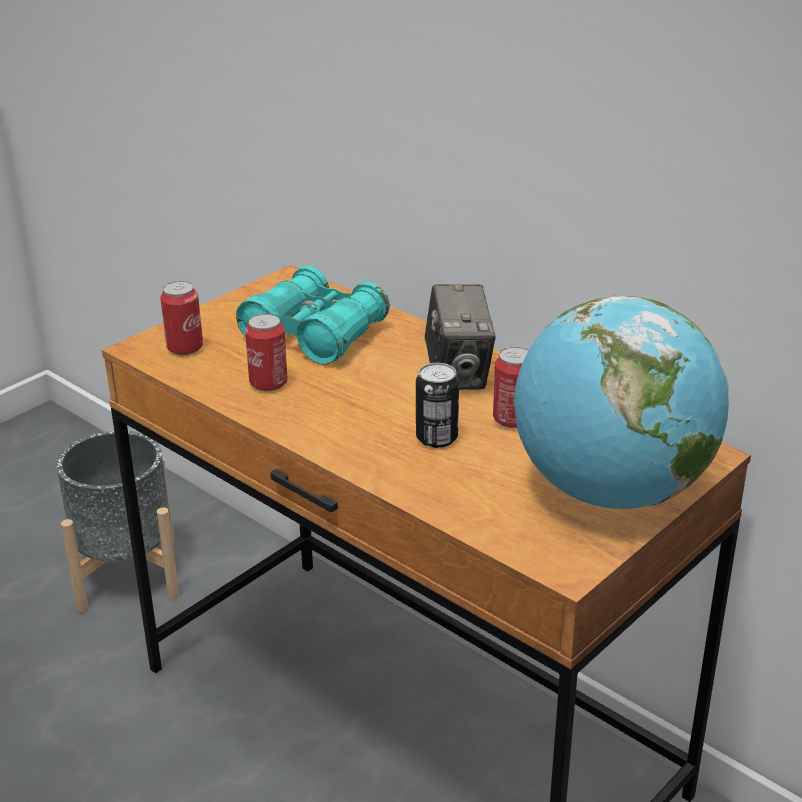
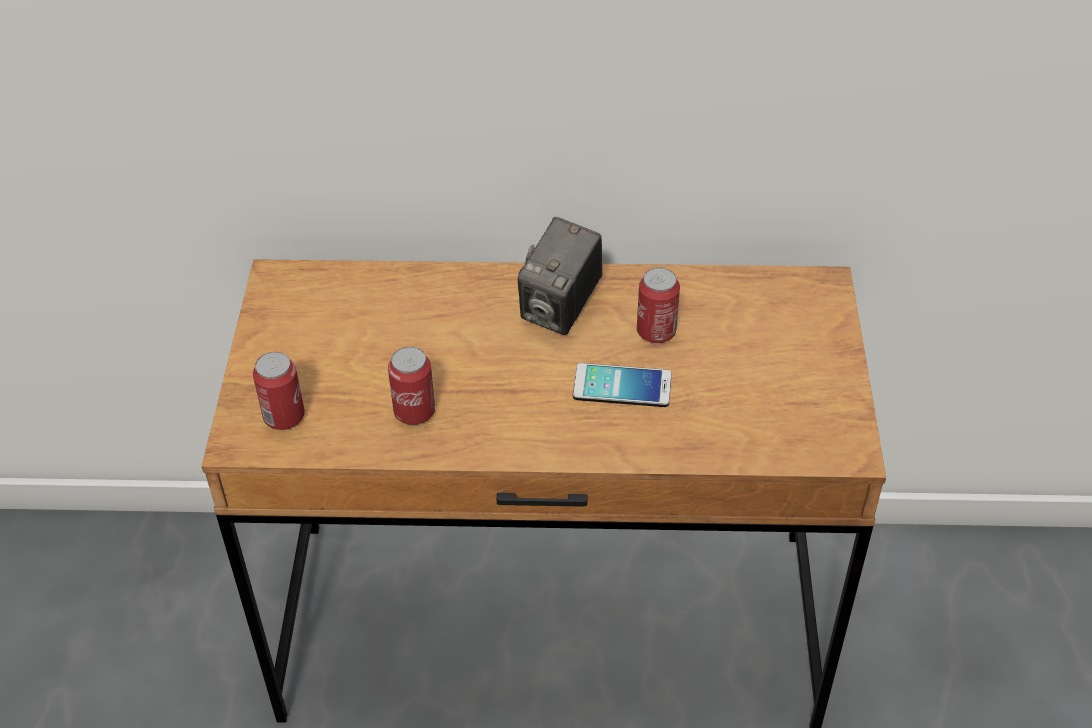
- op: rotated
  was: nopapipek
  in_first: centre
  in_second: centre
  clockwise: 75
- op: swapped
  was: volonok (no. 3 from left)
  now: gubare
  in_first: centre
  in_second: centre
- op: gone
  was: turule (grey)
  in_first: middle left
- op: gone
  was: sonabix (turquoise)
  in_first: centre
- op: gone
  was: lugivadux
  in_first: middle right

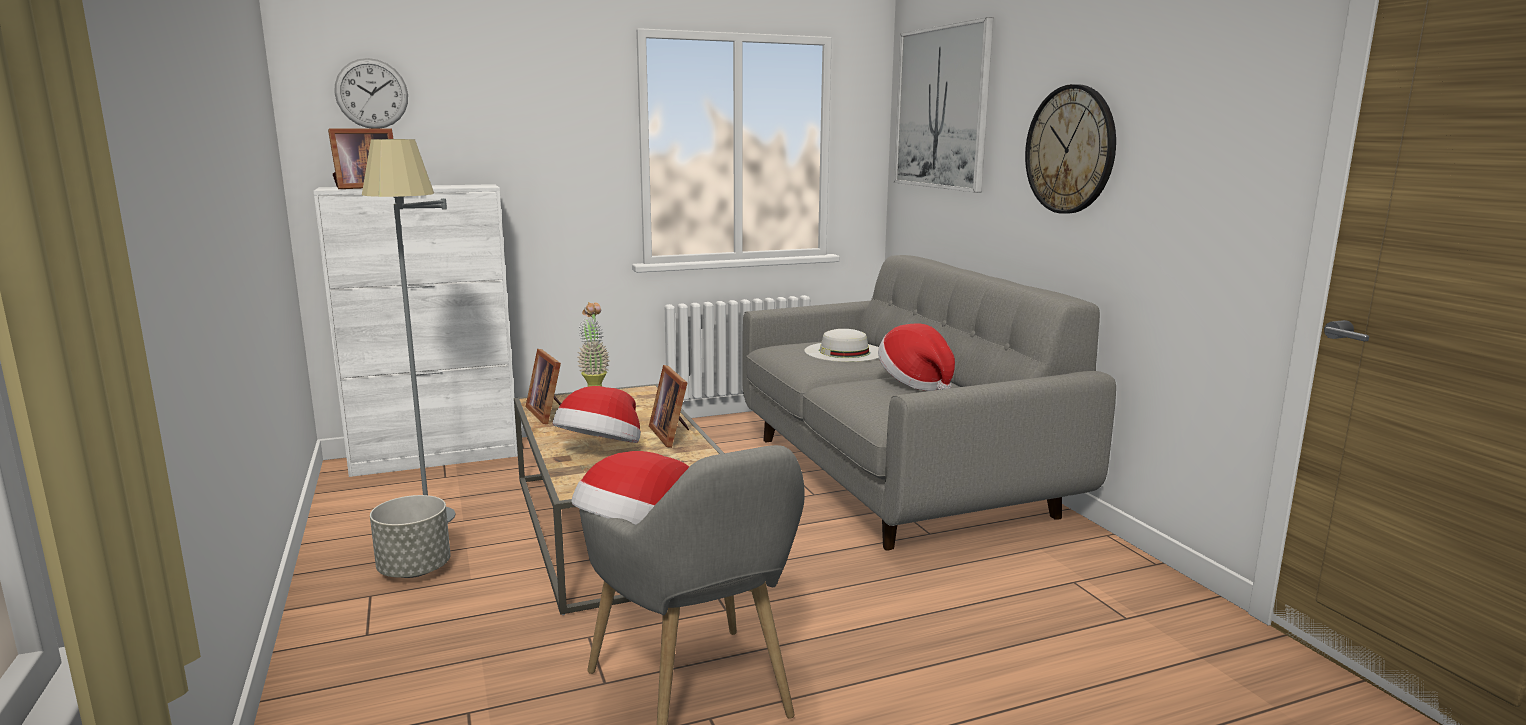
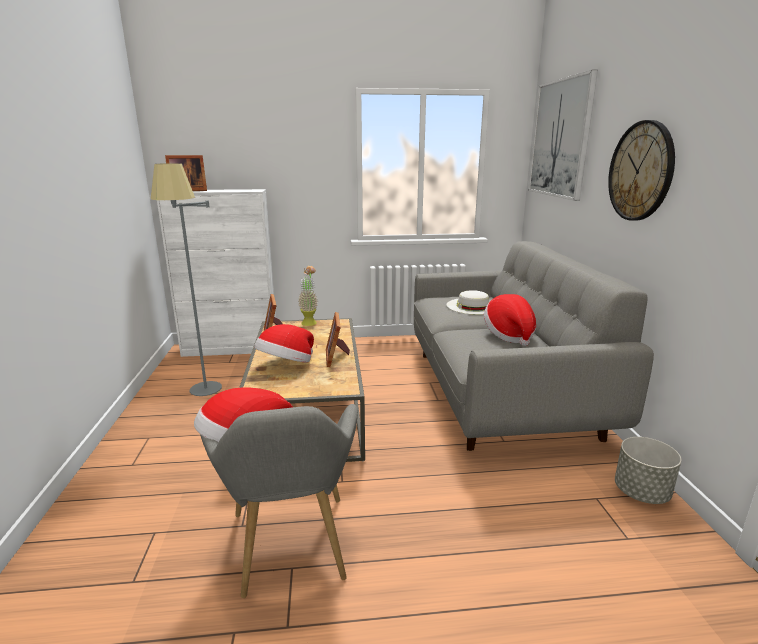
- op: shifted
  was: turule (grey)
  in_first: bottom left
  in_second: bottom right
- op: gone
  was: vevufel (no. 1 from left)
  in_first: top left

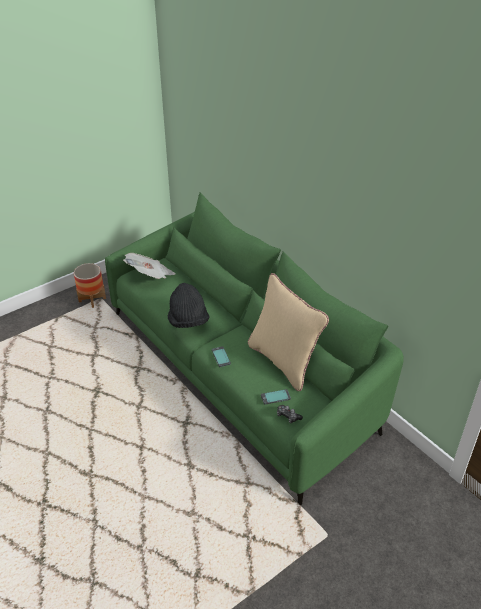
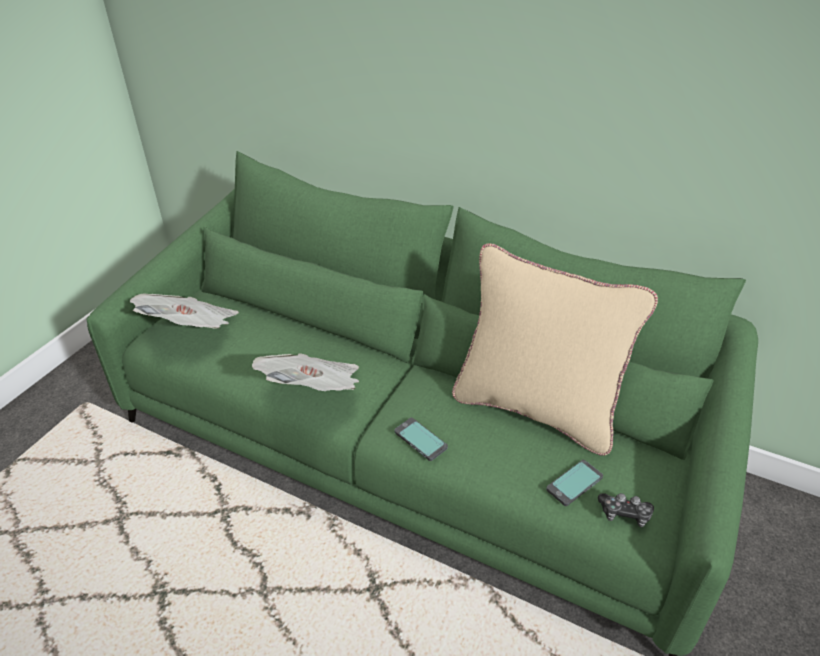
- op: swapped
  was: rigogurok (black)
  now: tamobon (no. 2 from left)
  in_first: centre
  in_second: centre
- op: gone
  was: turule
  in_first: middle left

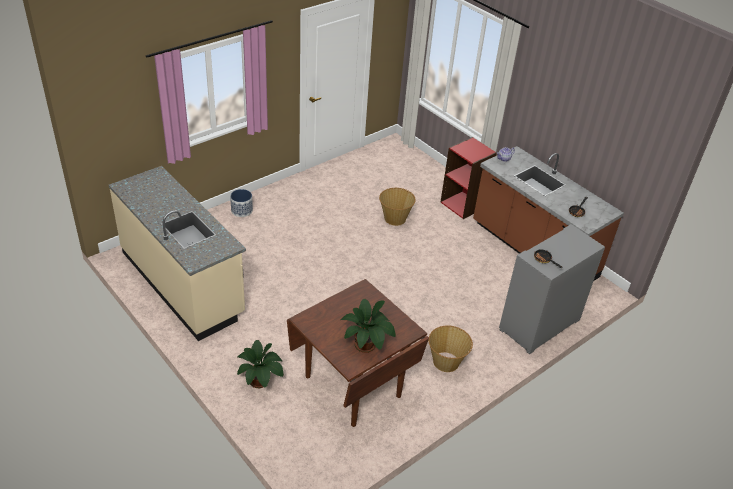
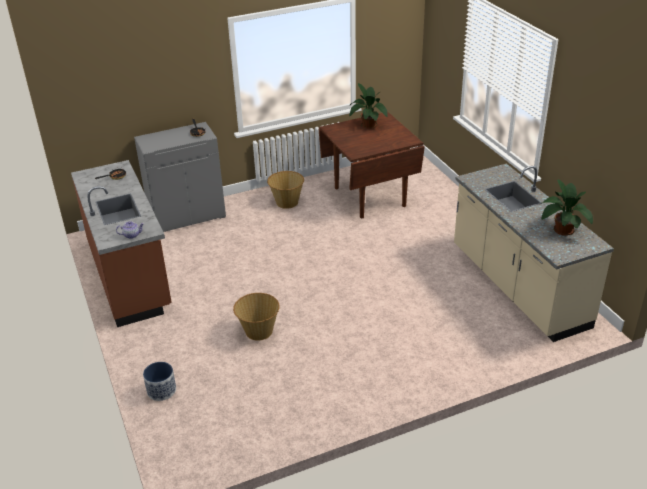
- op: shifted
  was: turule
  in_first: middle left
  in_second: bottom left
- op: shifted
  was: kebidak (no. 1 from left in the first image)
  now: kebidak (no. 2 from left)
  in_first: bottom centre
  in_second: middle right
- op: gone
  was: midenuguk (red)
  in_first: centre

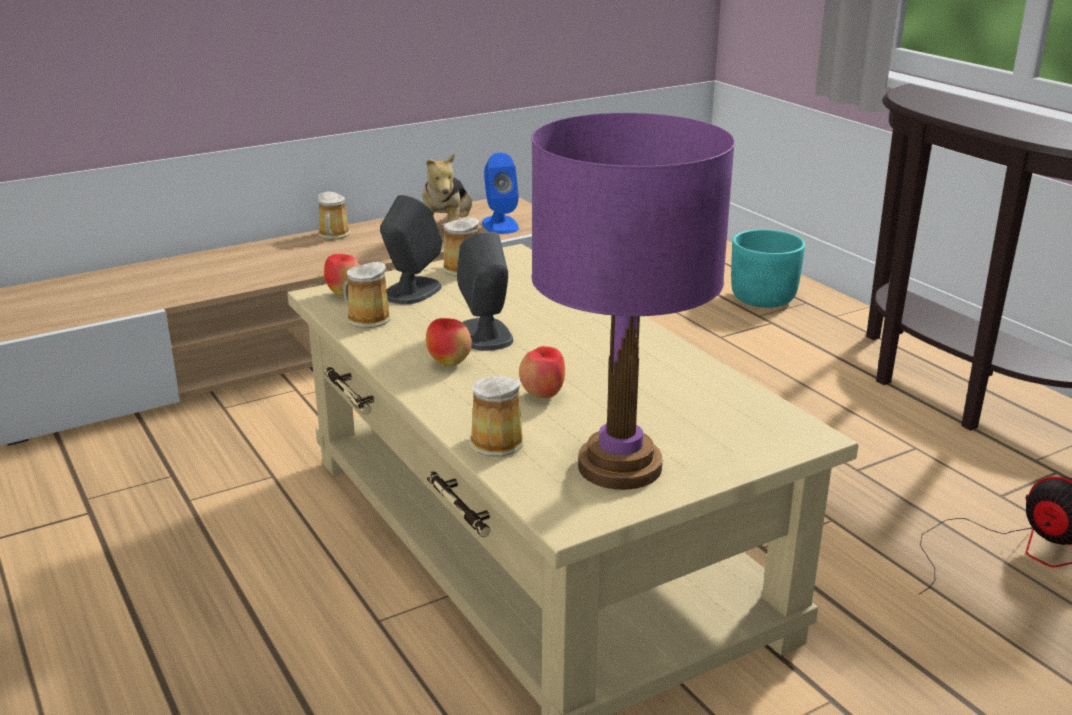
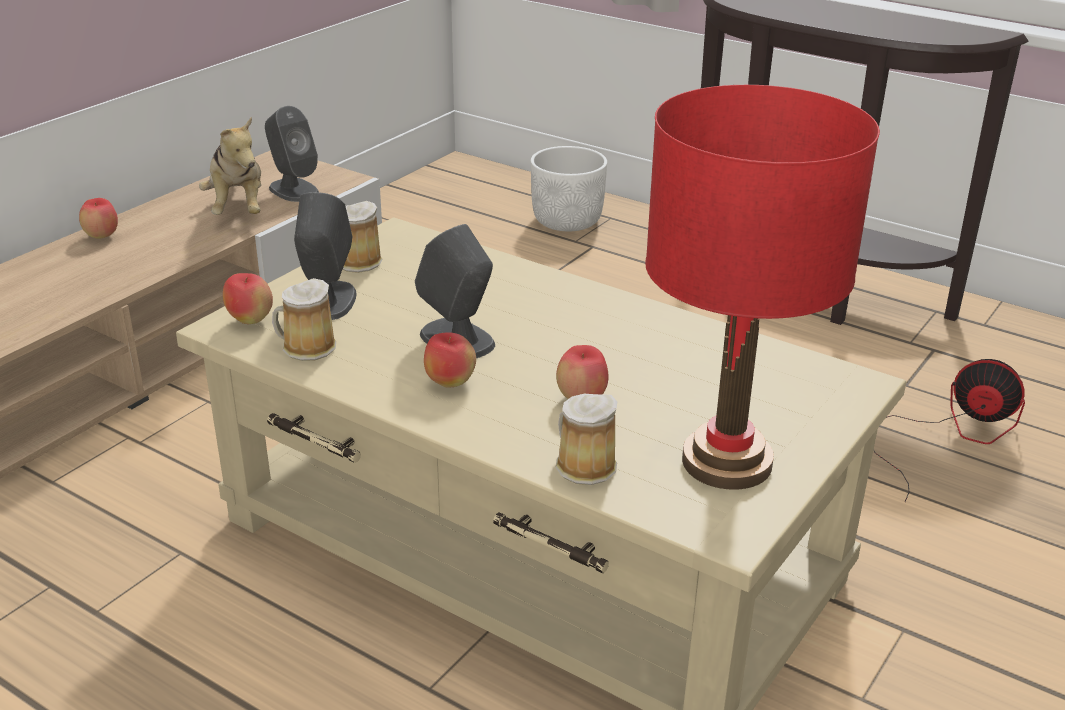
- op: swapped
  was: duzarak (no. 1 from left)
  now: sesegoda (no. 1 from left)
  in_first: top left
  in_second: top left
- op: repainted
  was: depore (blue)
  now: depore (grey) (no. 1 from left)
  in_first: top centre
  in_second: top left
- op: repainted
  was: turule (turquoise)
  now: turule (white)
  in_first: middle right
  in_second: top centre
- op: repainted
  was: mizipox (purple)
  now: mizipox (red)
  in_first: centre
  in_second: middle right

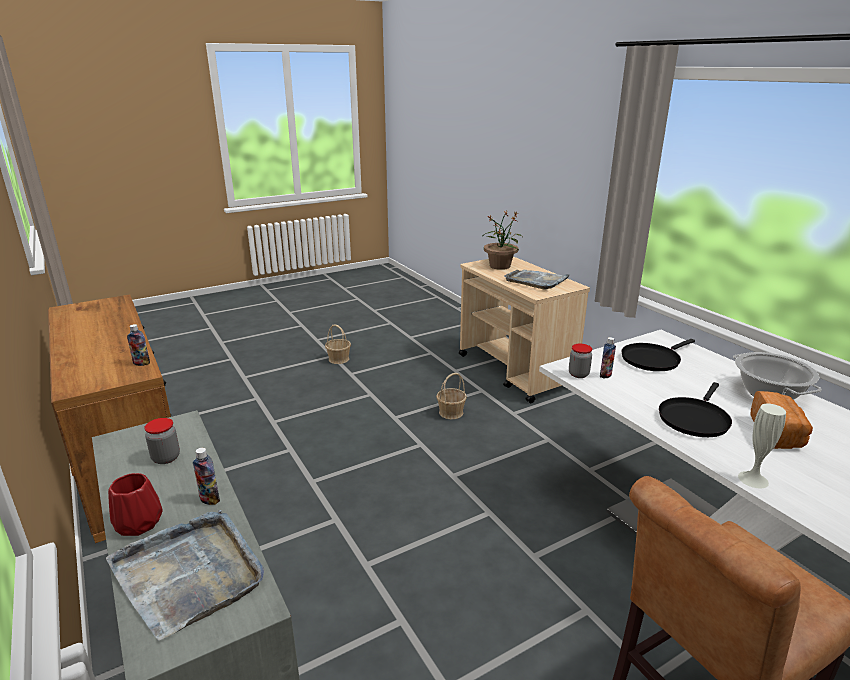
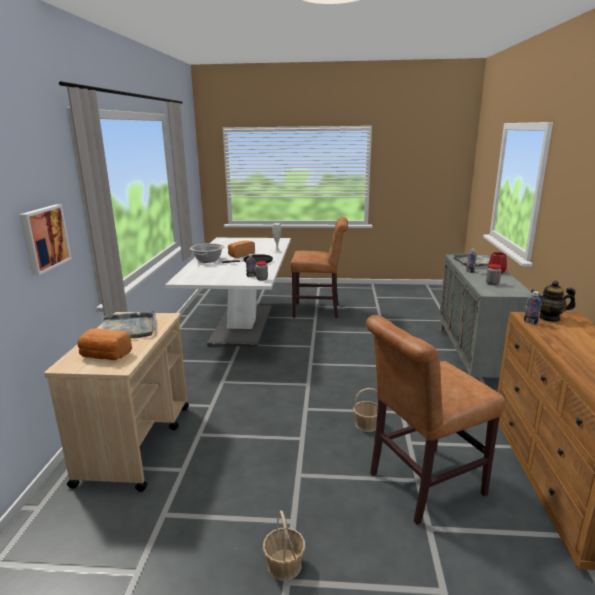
- op: new
  now: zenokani
  in_second: middle left
- op: swapped
  was: kebidak
  now: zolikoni (no. 1 from left)
  in_first: centre
  in_second: middle left
- op: shifted
  was: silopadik (no. 2 from left)
  in_first: centre
  in_second: bottom centre
- op: new
  now: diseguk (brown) (no. 2 from left)
  in_second: bottom right
- op: new
  now: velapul
  in_second: middle right
- op: gone
  was: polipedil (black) (no. 1 from left)
  in_first: middle right

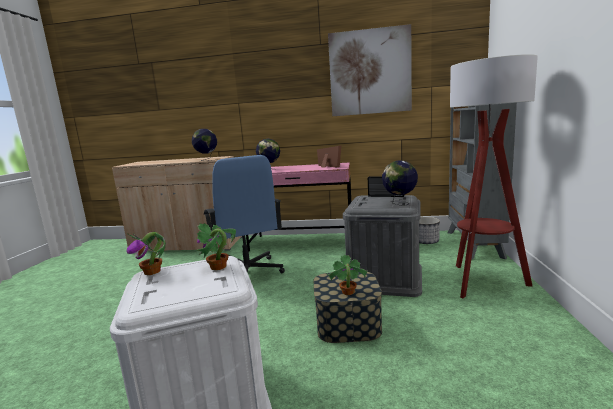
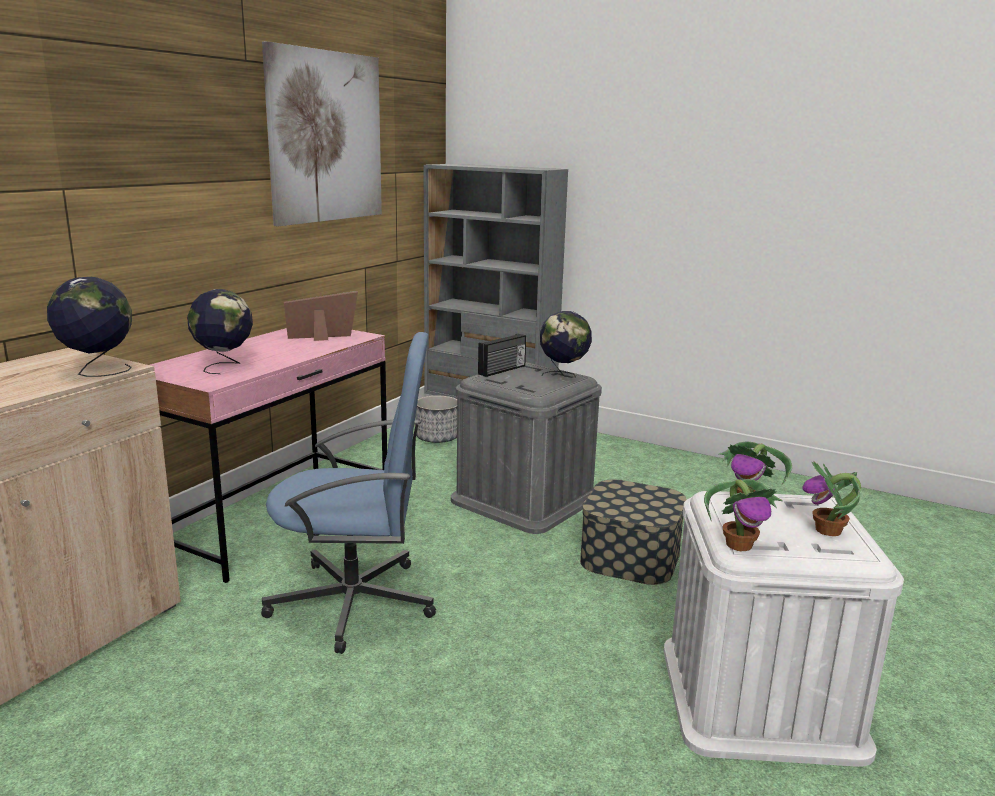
- op: shifted
  was: kebidak (no. 3 from left)
  in_first: bottom centre
  in_second: middle right
- op: gone
  was: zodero
  in_first: middle right

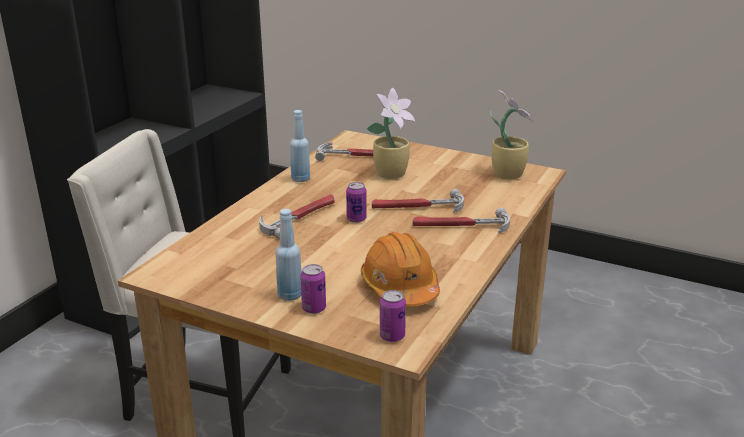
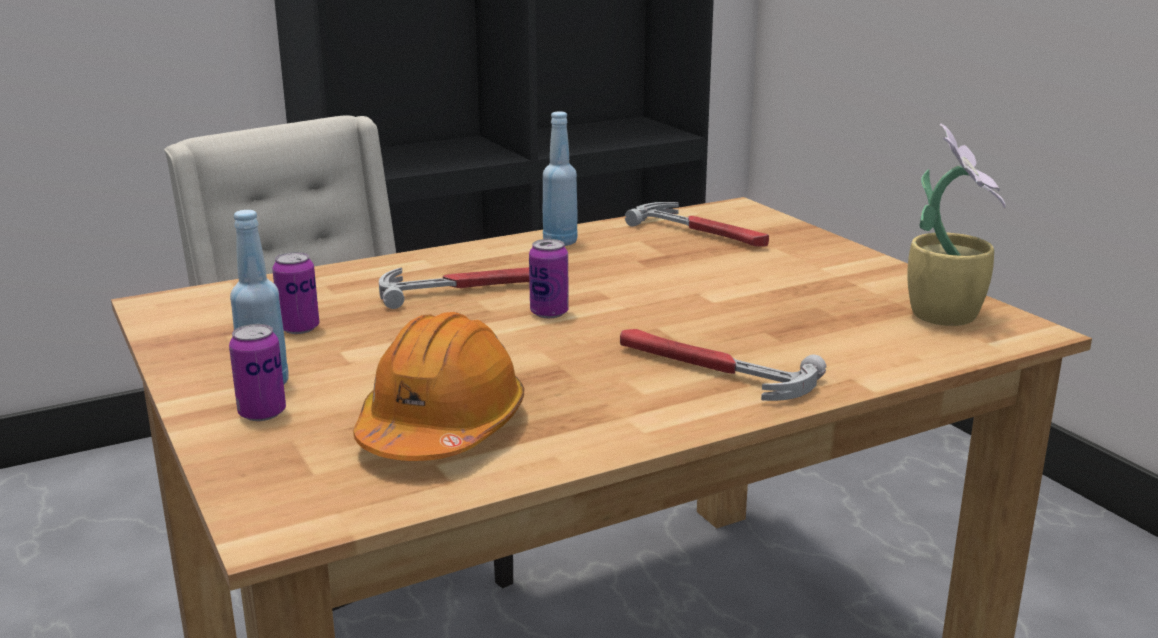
- op: shifted
  was: volonok (no. 3 from left in the first image)
  now: volonok (no. 2 from left)
  in_first: bottom centre
  in_second: middle left
- op: gone
  was: kebidak (no. 1 from left)
  in_first: top centre
- op: gone
  was: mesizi (no. 3 from left)
  in_first: centre

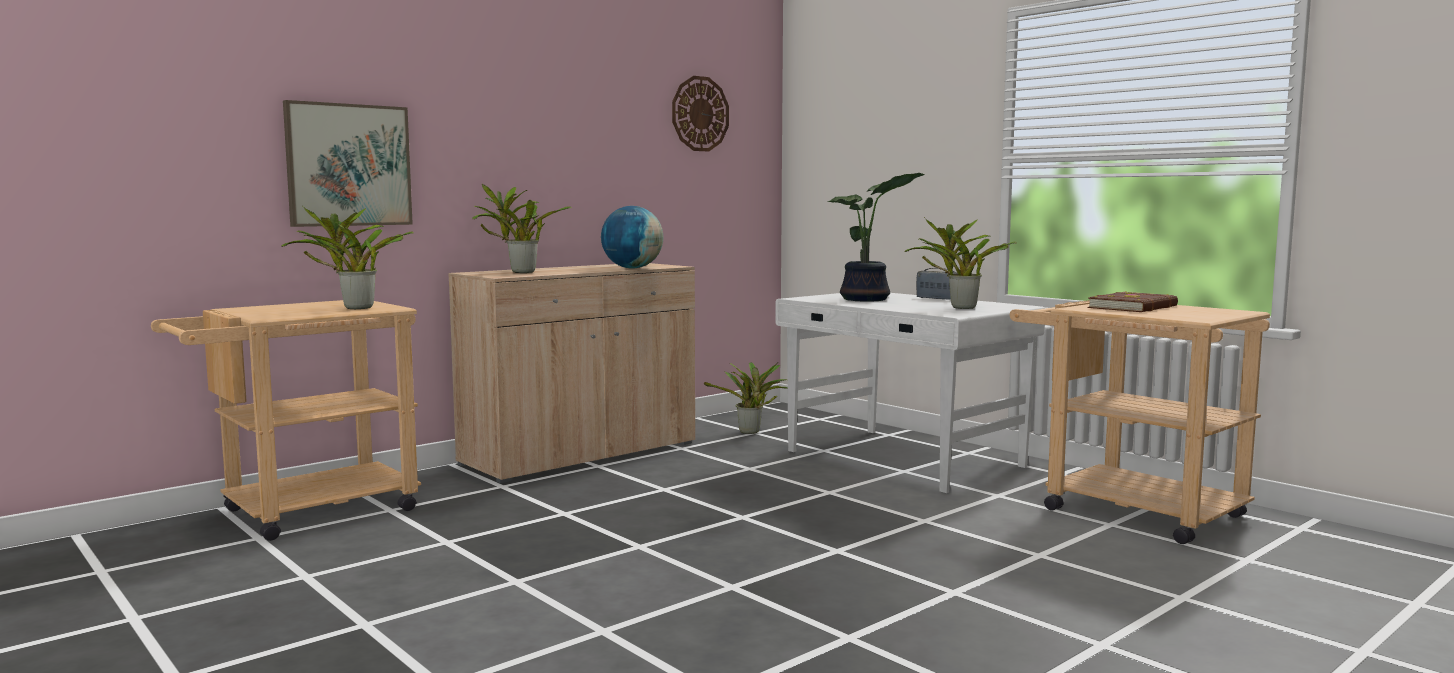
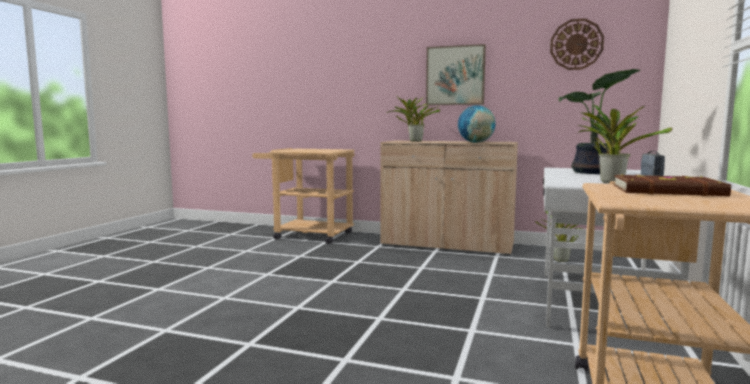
- op: shifted
  was: zenokani
  in_first: top left
  in_second: top centre
- op: gone
  was: kebidak (no. 1 from left)
  in_first: middle left

